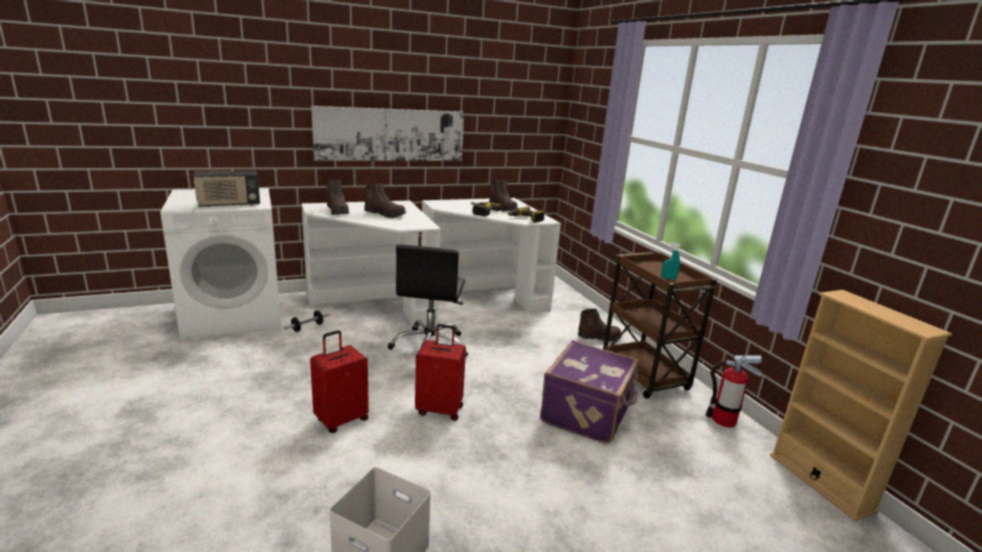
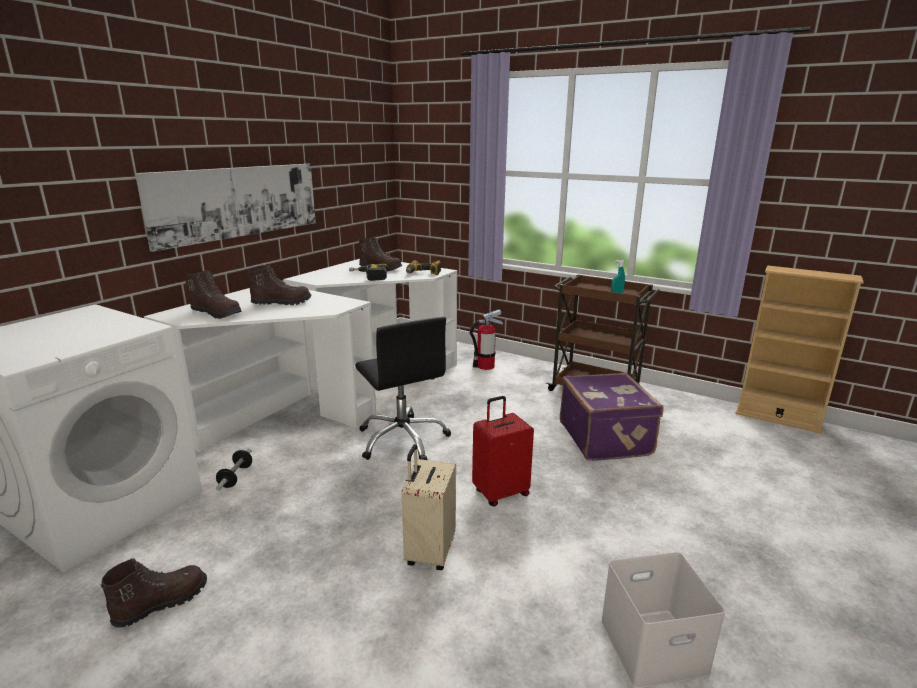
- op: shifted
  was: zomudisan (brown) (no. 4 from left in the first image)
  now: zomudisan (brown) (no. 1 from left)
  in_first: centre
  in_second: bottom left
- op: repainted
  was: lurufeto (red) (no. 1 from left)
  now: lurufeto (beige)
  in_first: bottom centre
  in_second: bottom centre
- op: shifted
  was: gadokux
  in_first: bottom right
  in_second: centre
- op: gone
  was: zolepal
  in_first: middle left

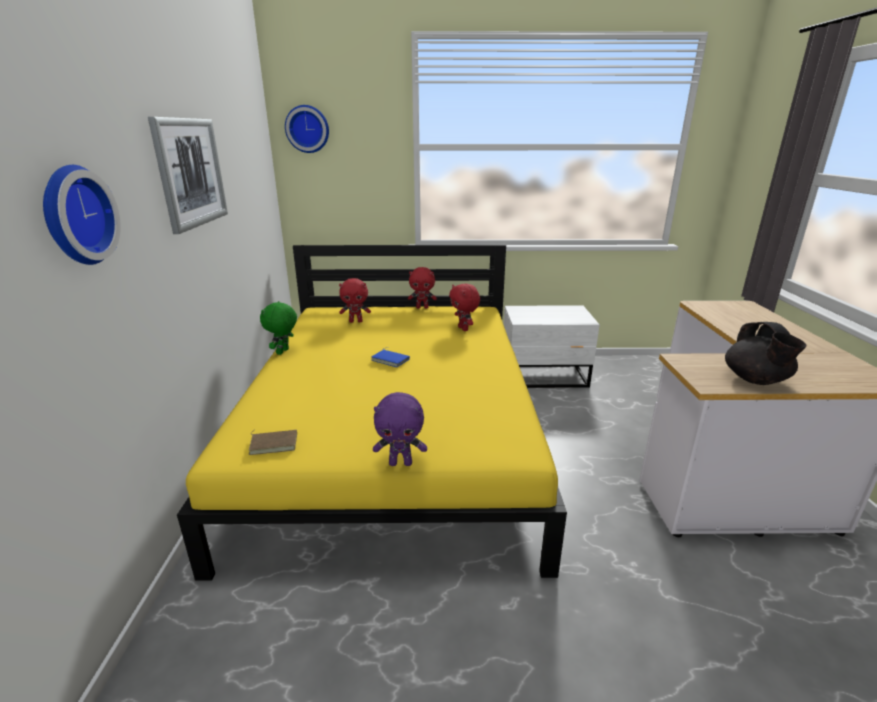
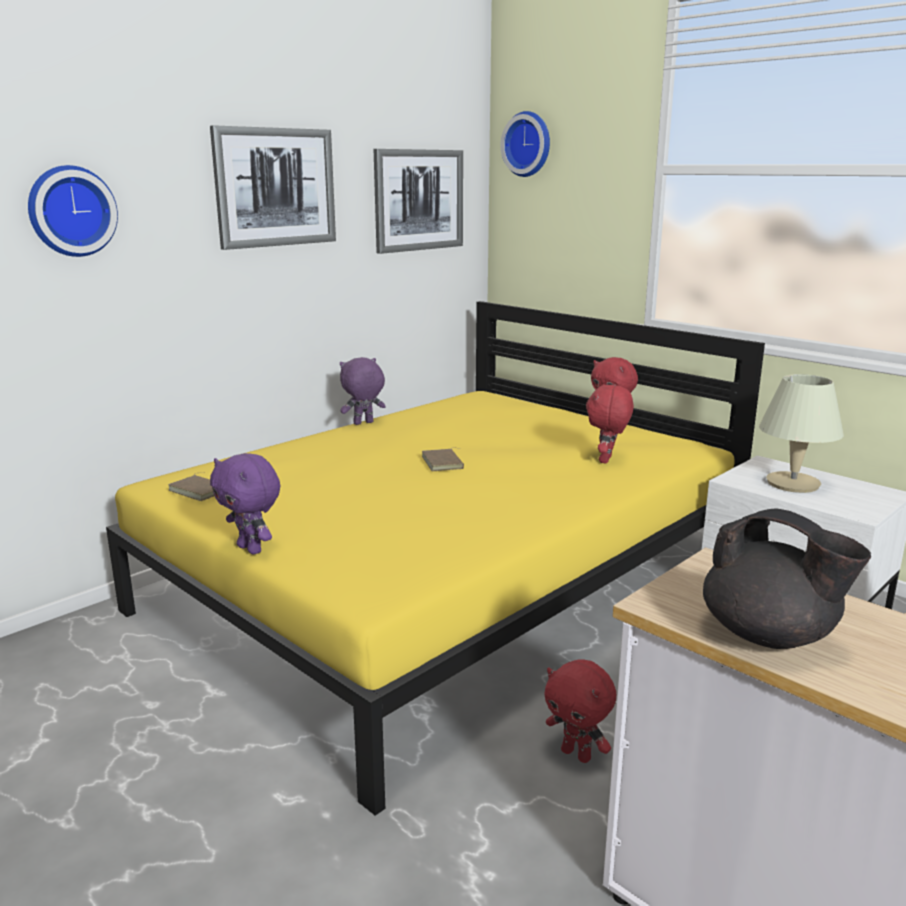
- op: repainted
  was: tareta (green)
  now: tareta (purple) (no. 2 from left)
  in_first: middle left
  in_second: centre
- op: new
  now: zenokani (no. 2 from left)
  in_second: top centre
- op: repainted
  was: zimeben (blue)
  now: zimeben (brown) (no. 2 from left)
  in_first: centre
  in_second: centre
- op: shifted
  was: tareta (red) (no. 1 from left)
  in_first: centre
  in_second: bottom centre
- op: rotated
  was: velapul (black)
  in_first: middle right
  in_second: middle right
  clockwise: -90
- op: new
  now: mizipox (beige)
  in_second: middle right

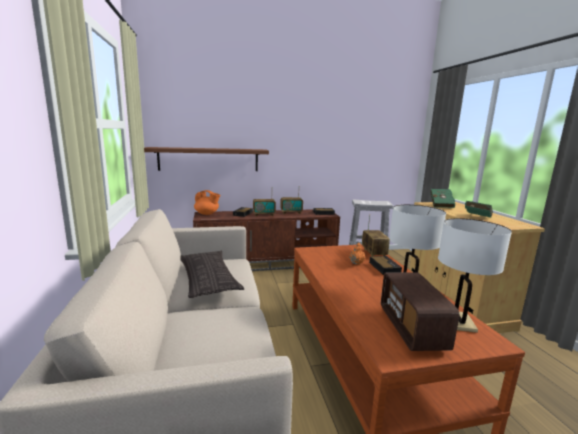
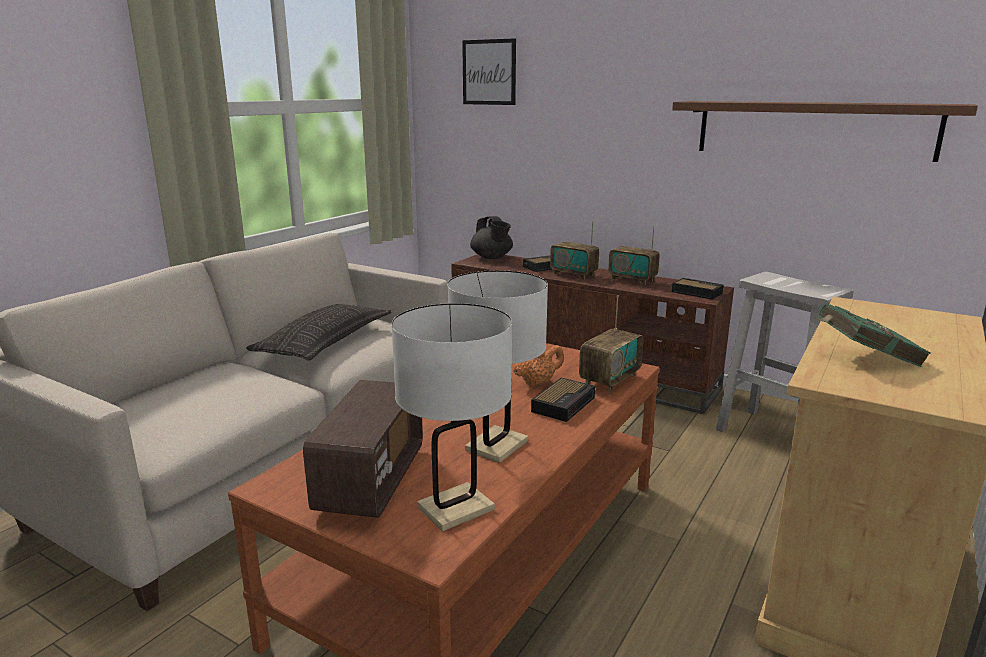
- op: rotated
  was: zolepal (no. 4 from left in the first image)
  in_first: bottom right
  in_second: bottom centre
  clockwise: 150
- op: new
  now: zenokani
  in_second: top centre
- op: repainted
  was: velapul (orange) (no. 1 from left)
  now: velapul (black)
  in_first: centre
  in_second: centre
- op: shifted
  was: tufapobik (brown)
  in_first: centre
  in_second: top right
- op: gone
  was: zimeben (green) (no. 1 from left)
  in_first: middle right

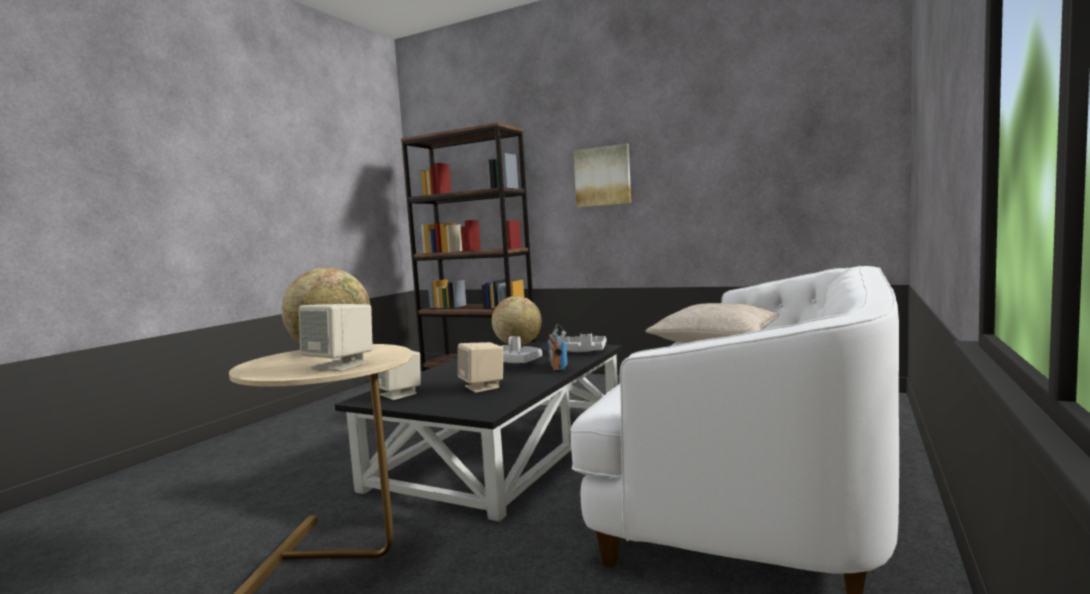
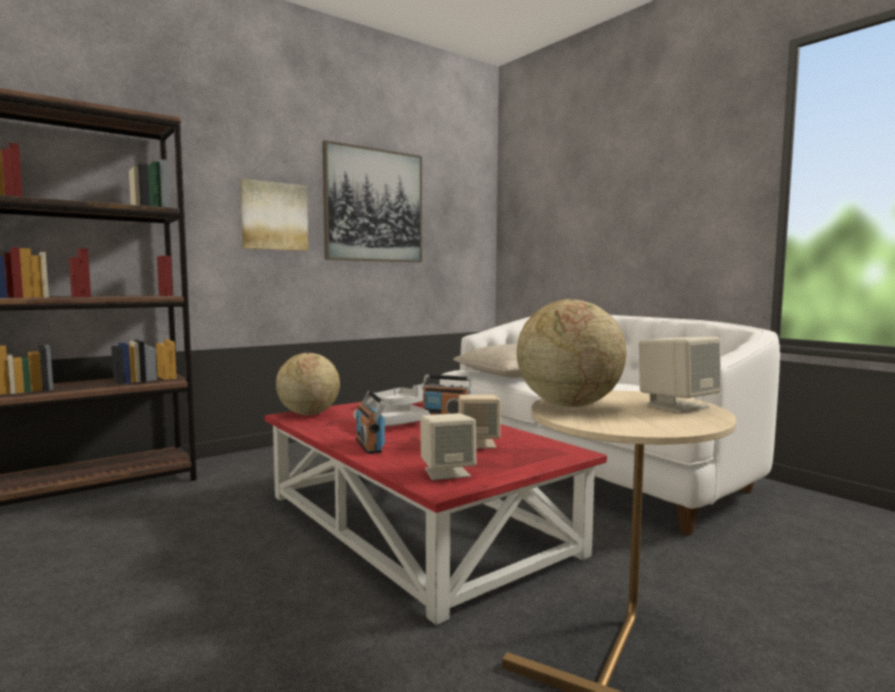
- op: repainted
  was: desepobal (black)
  now: desepobal (red)
  in_first: bottom centre
  in_second: bottom centre
- op: new
  now: zenokani (no. 2 from left)
  in_second: top centre
- op: new
  now: zolepal (no. 1 from left)
  in_second: centre

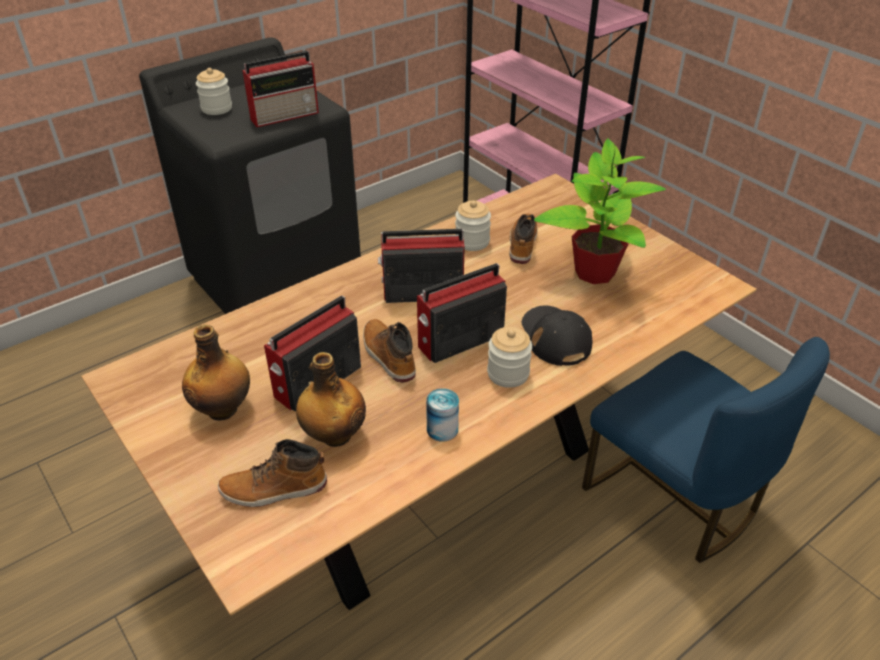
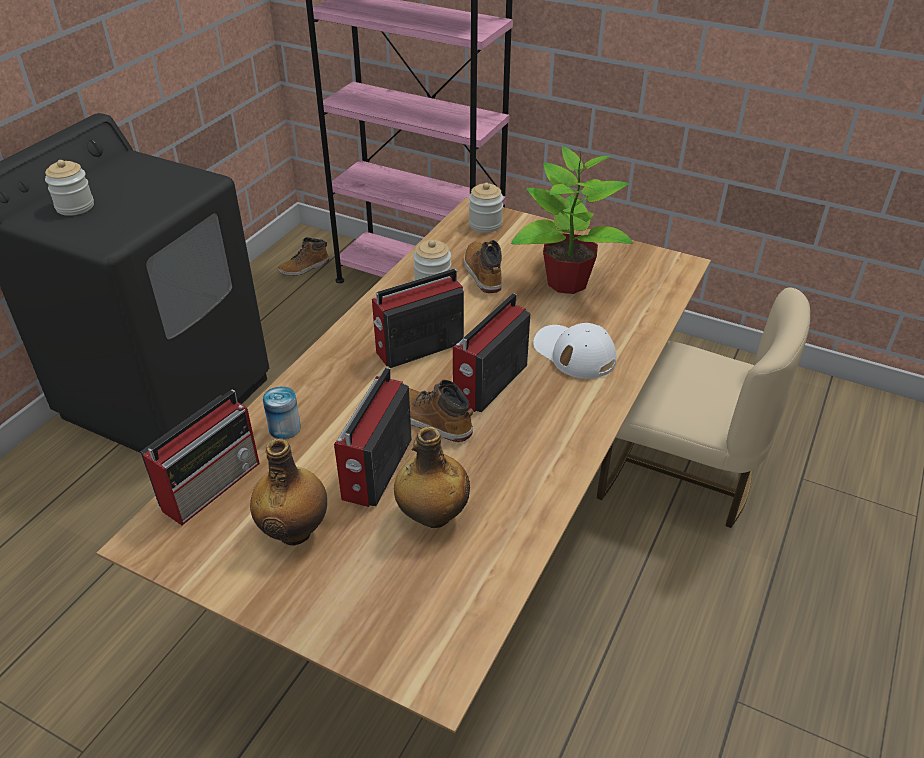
- op: shifted
  was: zolepal (no. 1 from left)
  in_first: top left
  in_second: middle left
- op: shifted
  was: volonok
  in_first: centre
  in_second: middle left
- op: shifted
  was: zomudisan (no. 1 from left)
  in_first: bottom left
  in_second: middle left
- op: shifted
  was: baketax (no. 3 from left)
  in_first: centre
  in_second: top centre
- op: repainted
  was: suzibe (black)
  now: suzibe (white)
  in_first: centre
  in_second: centre
- op: repainted
  was: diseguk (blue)
  now: diseguk (beige)
  in_first: bottom right
  in_second: middle right

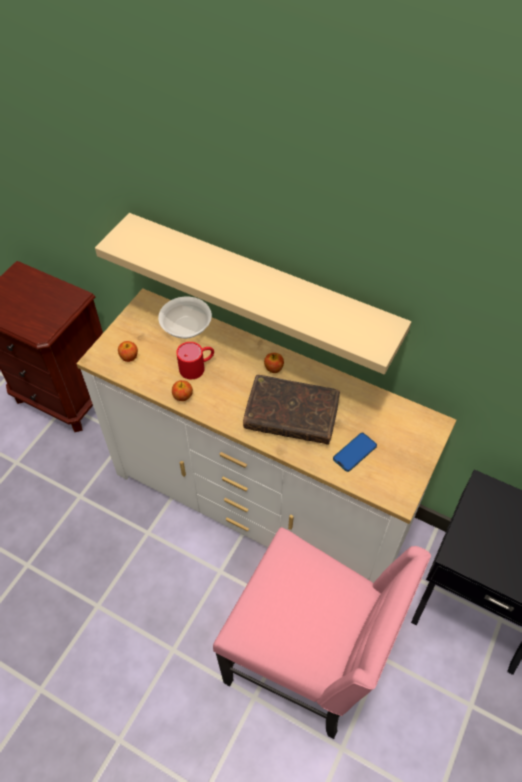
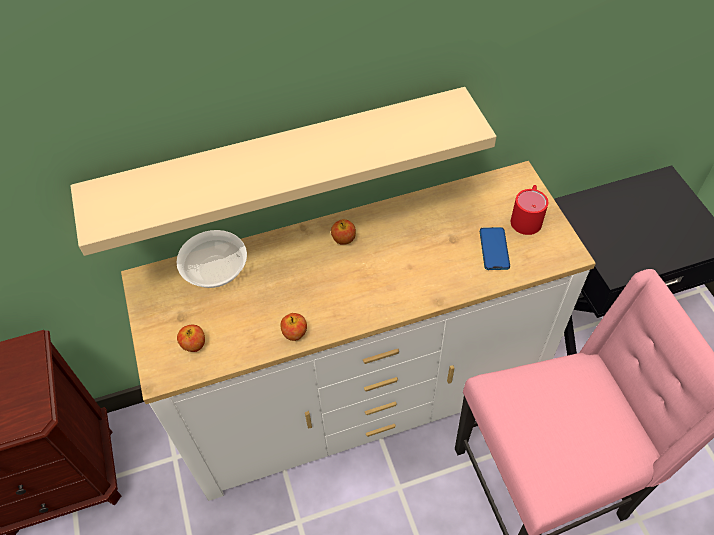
- op: shifted
  was: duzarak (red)
  in_first: centre
  in_second: middle right
- op: gone
  was: zimeben (brown)
  in_first: centre

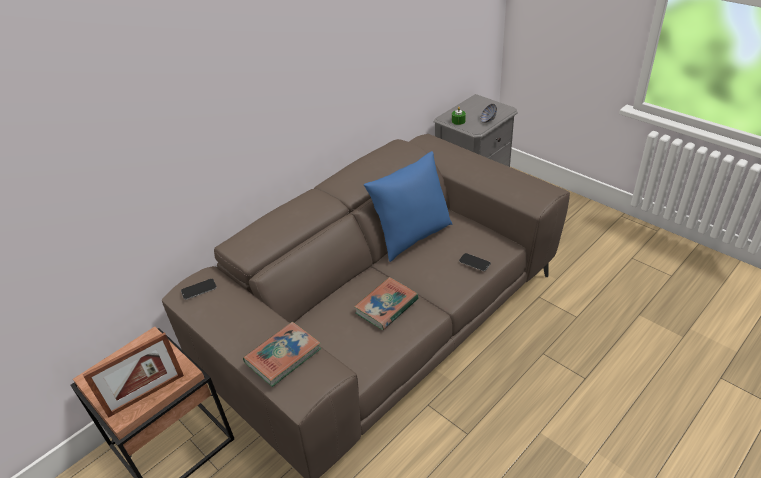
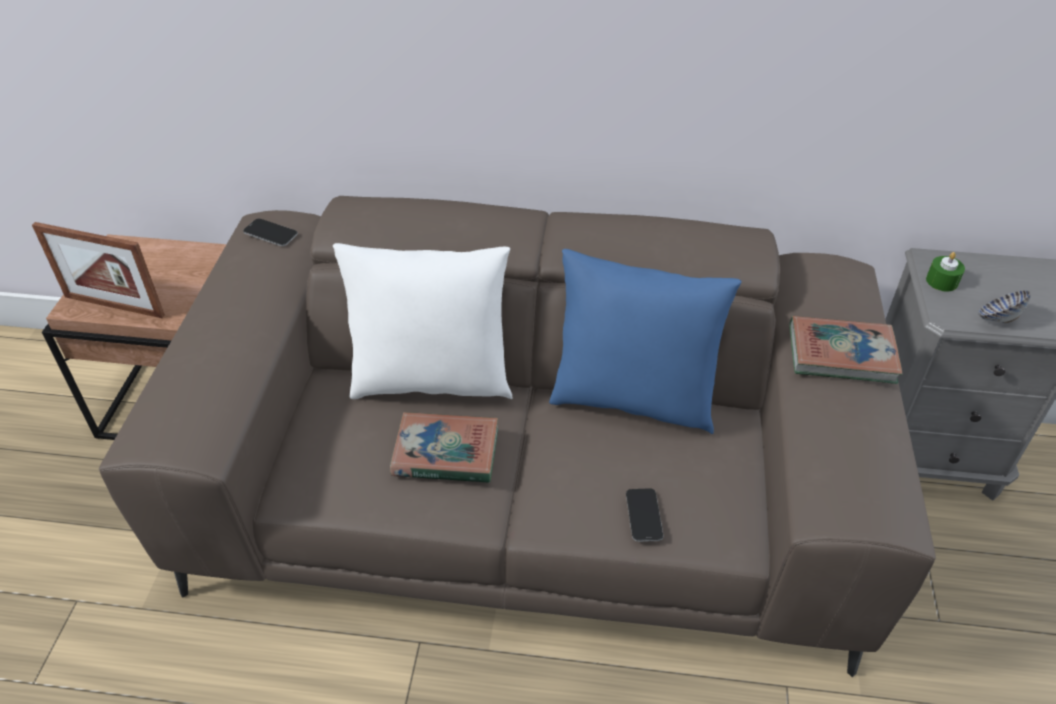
- op: new
  now: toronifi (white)
  in_second: centre
- op: shifted
  was: zimeben (no. 1 from left in the first image)
  now: zimeben (no. 2 from left)
  in_first: bottom centre
  in_second: middle right

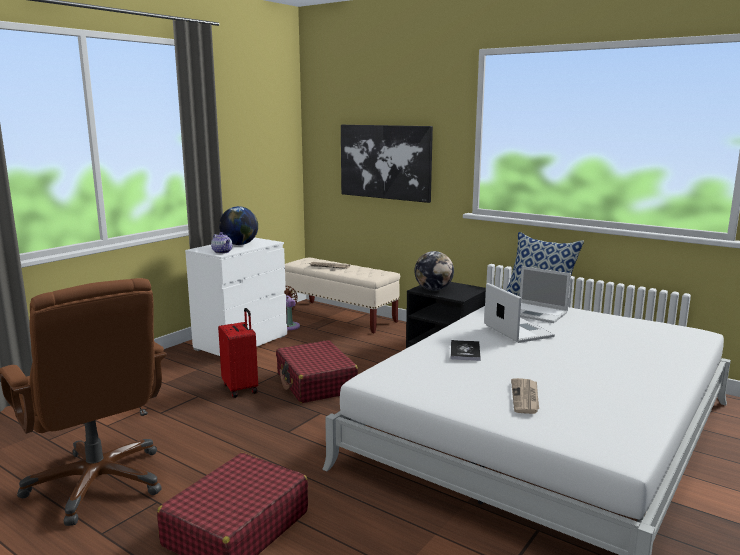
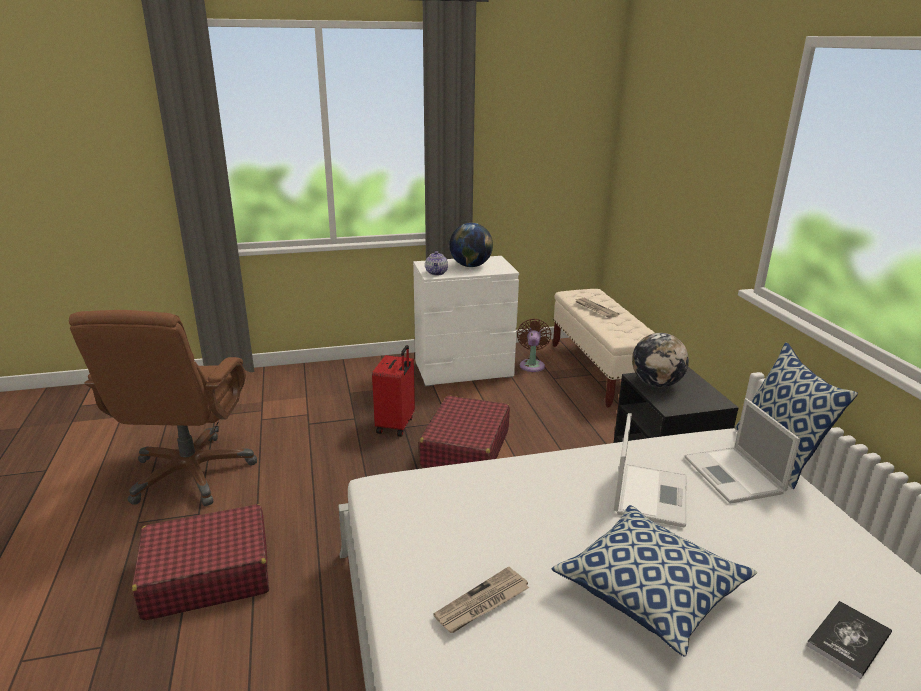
- op: new
  now: toronifi (no. 1 from left)
  in_second: bottom right
- op: shifted
  was: zimeben
  in_first: centre
  in_second: bottom right
- op: gone
  was: zenokani
  in_first: top centre

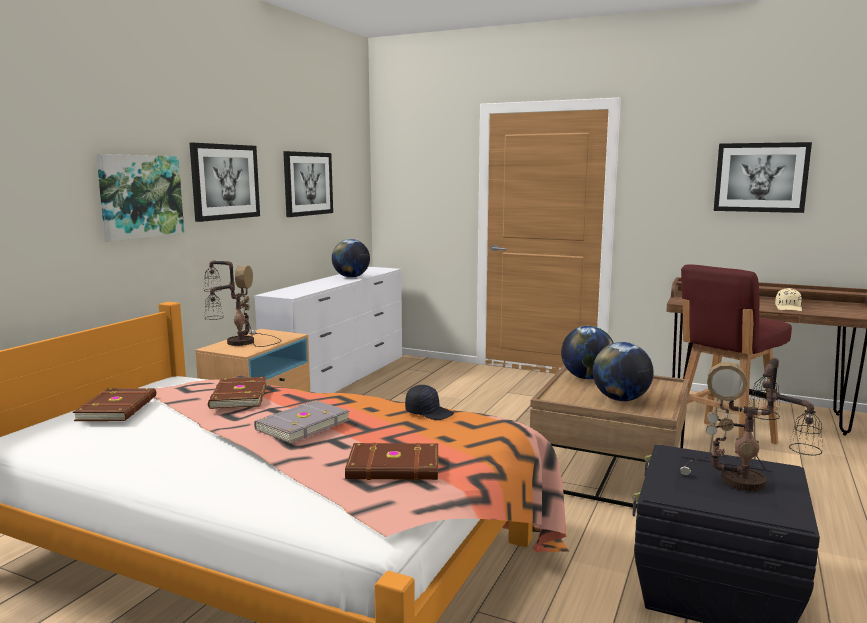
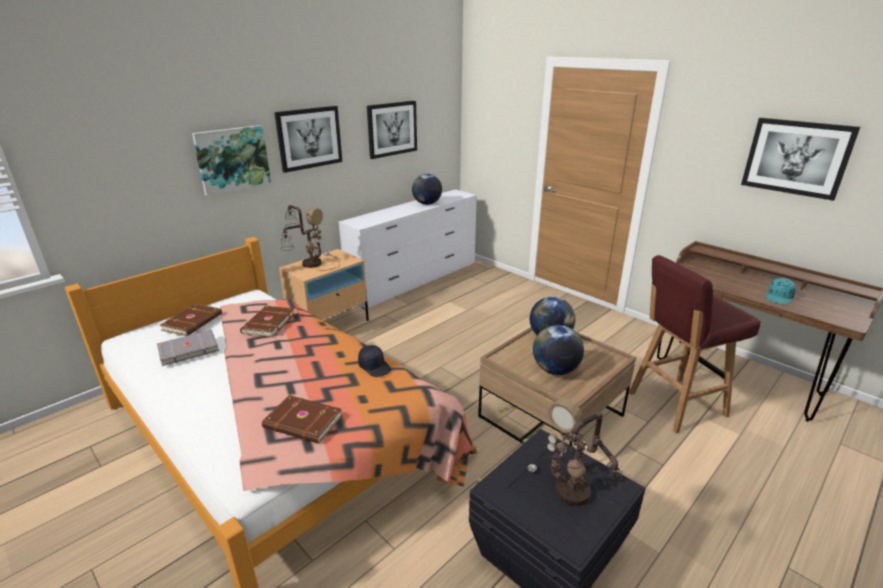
- op: shifted
  was: zimeben (grey)
  in_first: bottom centre
  in_second: middle left
- op: repainted
  was: suzibe (beige)
  now: suzibe (turquoise)
  in_first: middle right
  in_second: middle right

